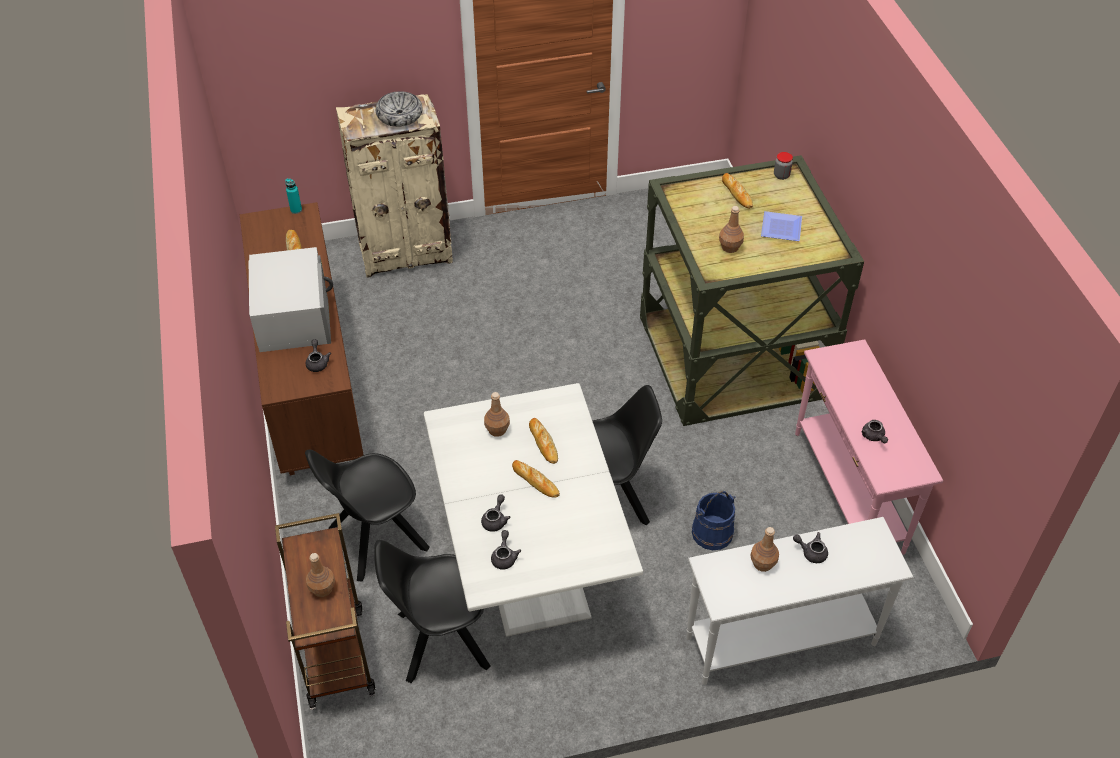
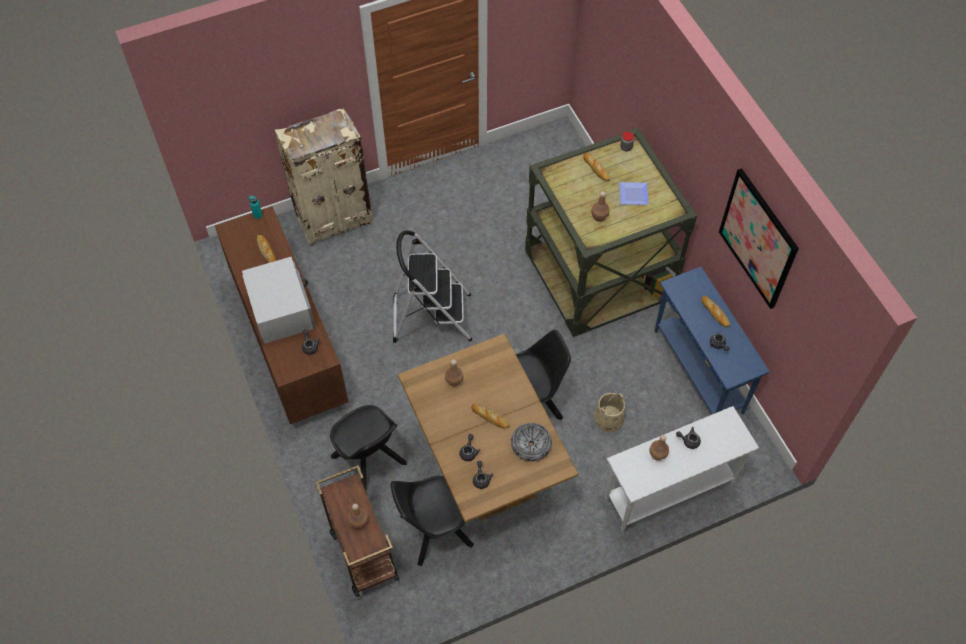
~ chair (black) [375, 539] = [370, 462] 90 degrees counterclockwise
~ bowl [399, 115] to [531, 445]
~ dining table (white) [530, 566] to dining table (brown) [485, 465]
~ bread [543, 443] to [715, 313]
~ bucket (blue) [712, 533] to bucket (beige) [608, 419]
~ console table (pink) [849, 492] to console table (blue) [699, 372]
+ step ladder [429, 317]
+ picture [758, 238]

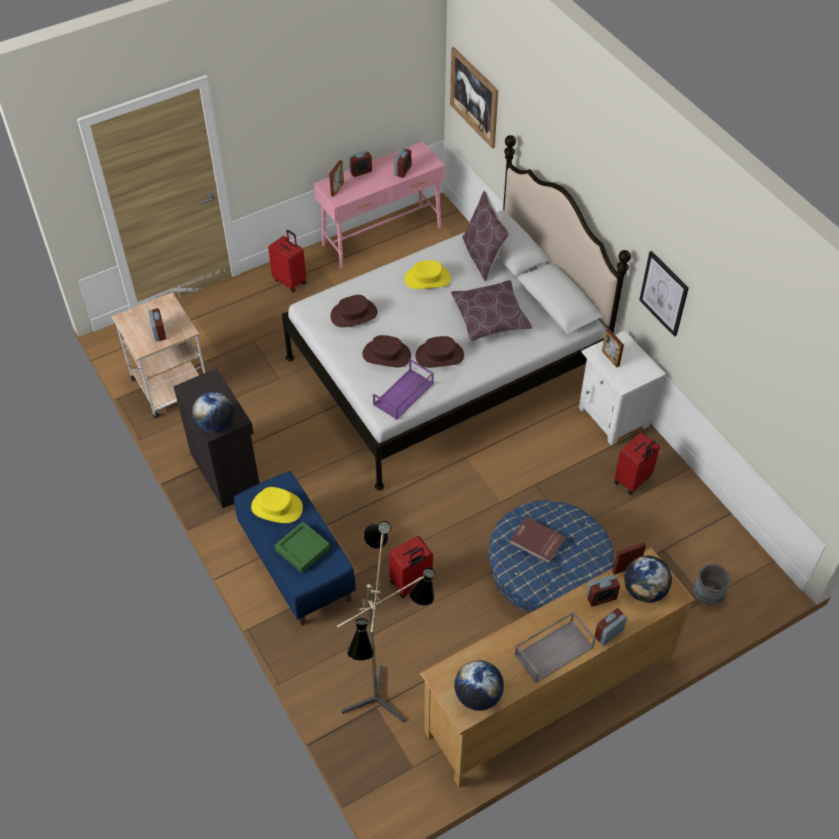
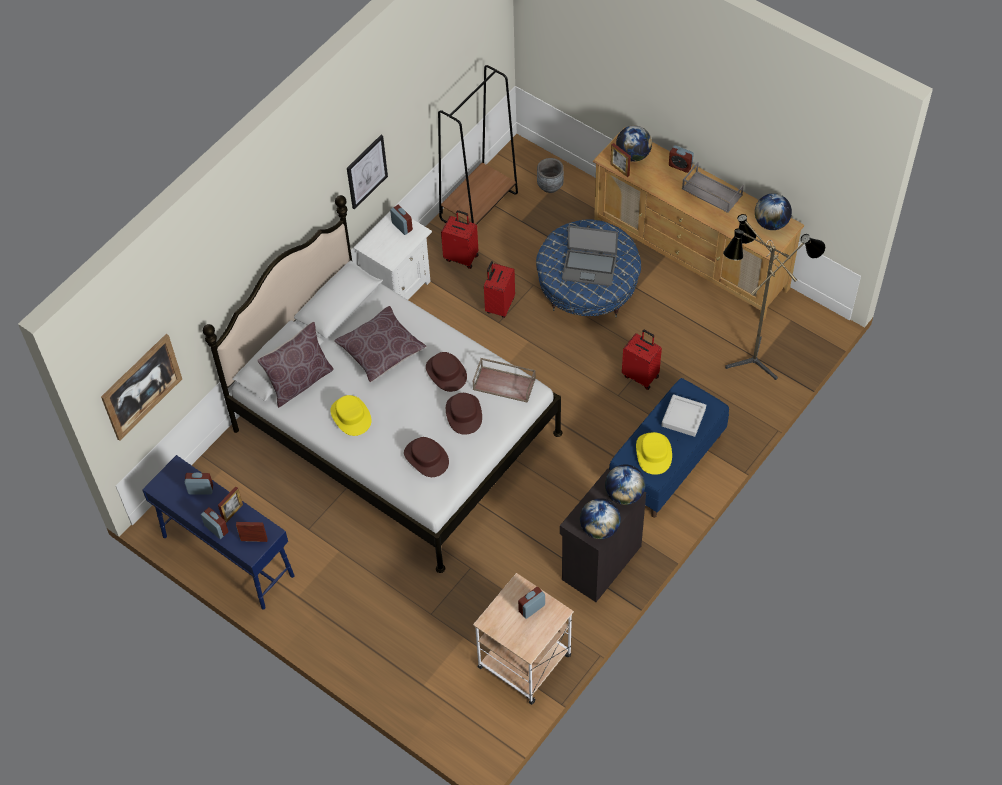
~ suitcase (red) [290, 281] to [499, 305]
~ tray (green) [302, 549] to tray (grey) [683, 417]
~ console table (pink) [382, 237] to console table (blue) [228, 555]
~ tray (purple) [403, 395] to tray (brown) [505, 384]
~ book (red) [537, 541] to laptop [589, 267]
~ alarm clock [601, 597] to [402, 226]
~ picture frame [610, 358] to [233, 513]
+ clothes rack [479, 207]
+ globe [599, 528]

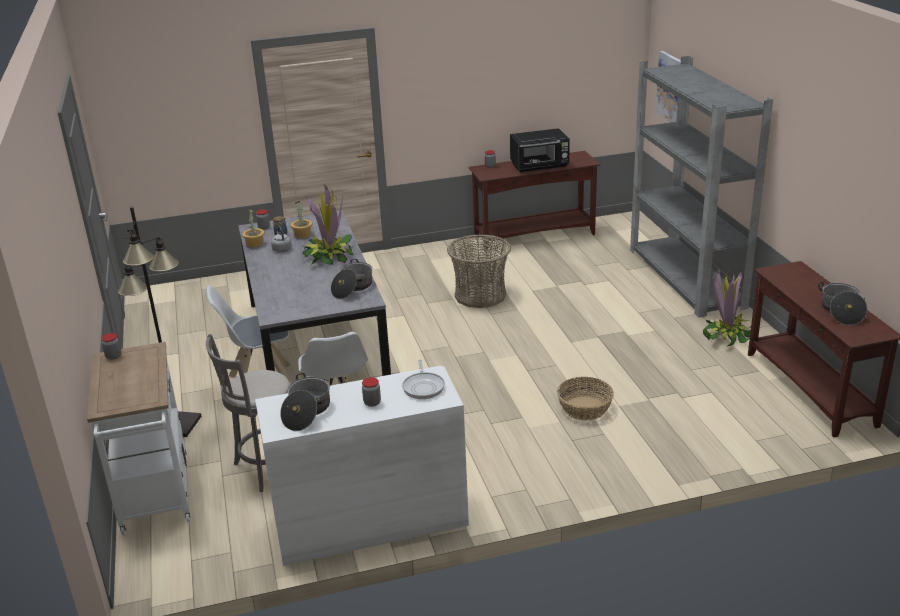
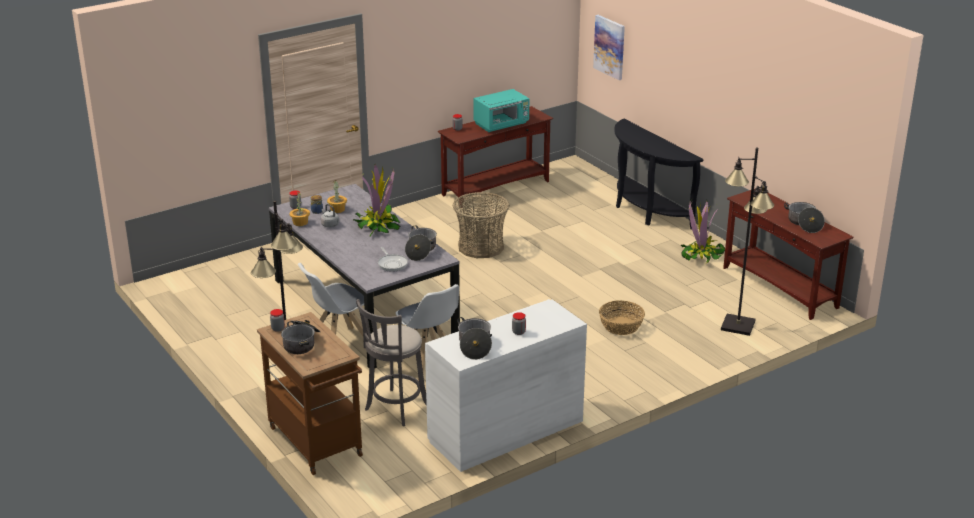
~ cart (white) [155, 496] to cart (brown) [317, 443]
~ frying pan [423, 387] to [392, 264]
~ microwave (black) [540, 166] to microwave (turquoise) [502, 124]
~ bookcase (grey) [685, 277] to console table (black) [645, 211]
+ cooking pot [301, 343]
+ floor lamp (black) [737, 325]

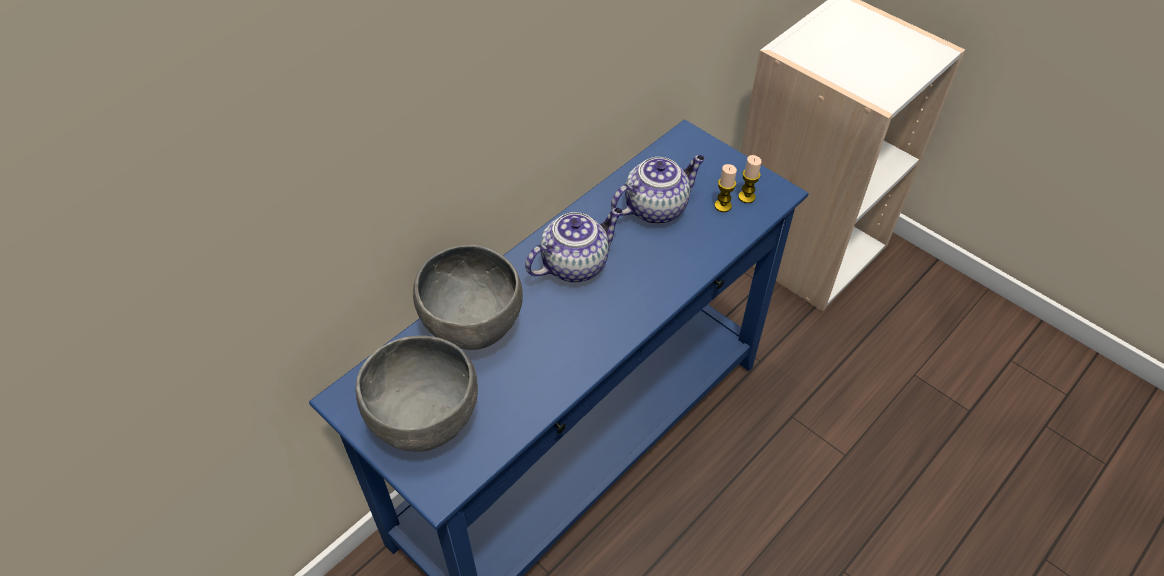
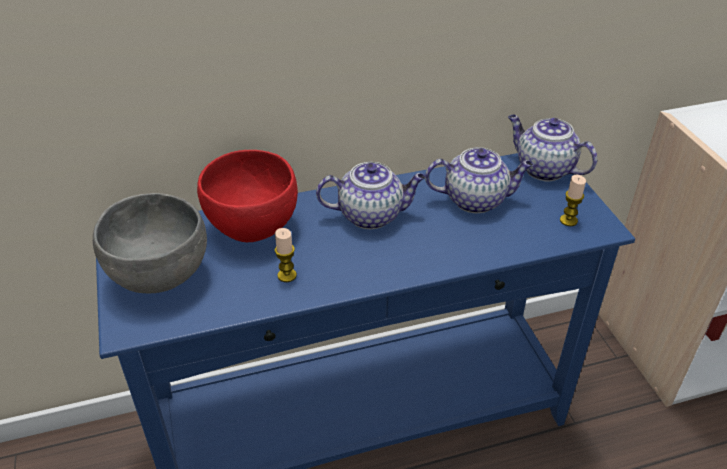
~ bowl (grey) [473, 327] to bowl (red) [253, 228]
~ candle [723, 206] to [287, 275]
+ teapot [543, 169]

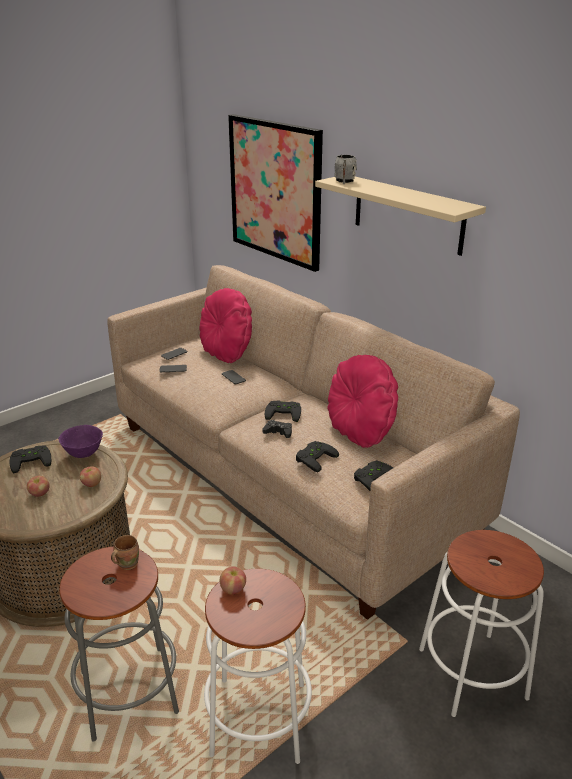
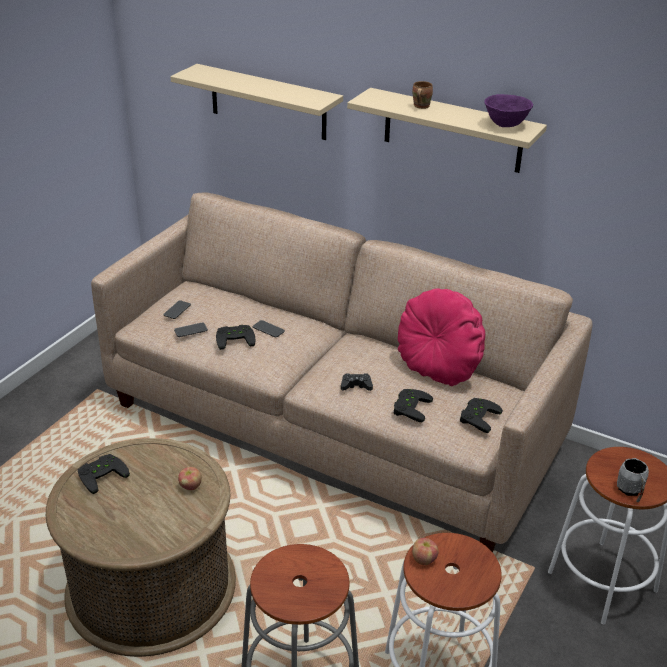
- apple [40, 494]
~ bowl (purple) [83, 453] to [505, 125]
~ mug (brown) [126, 563] to [420, 106]
- pillow (pink) [226, 355]
~ picture [275, 191] to shelf (beige) [268, 102]
~ game controller (black) [284, 412] to [235, 338]
~ mug (grey) [344, 181] to [631, 491]

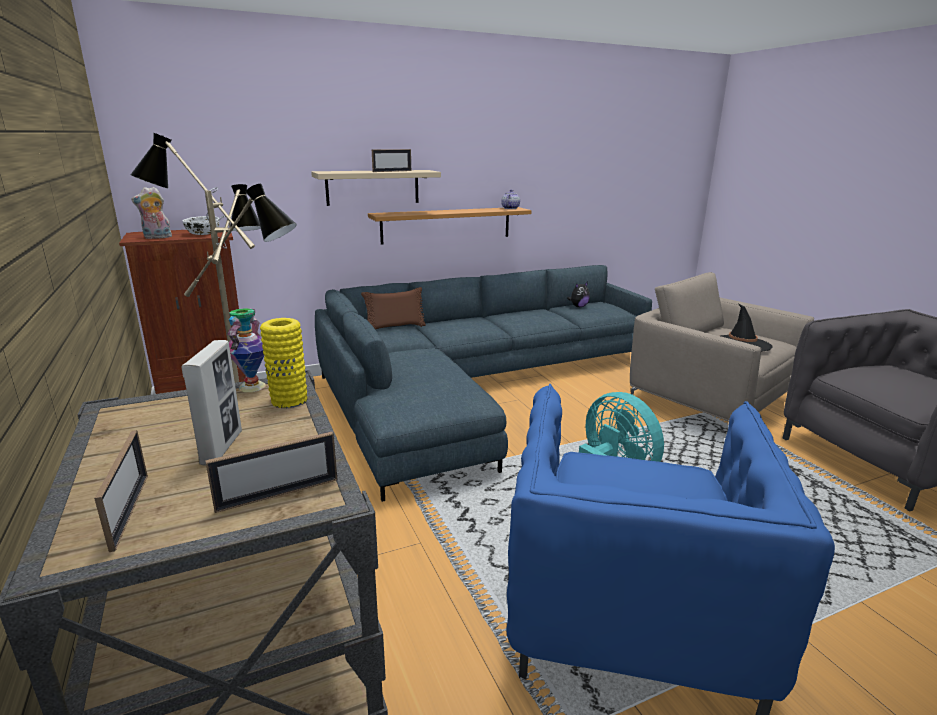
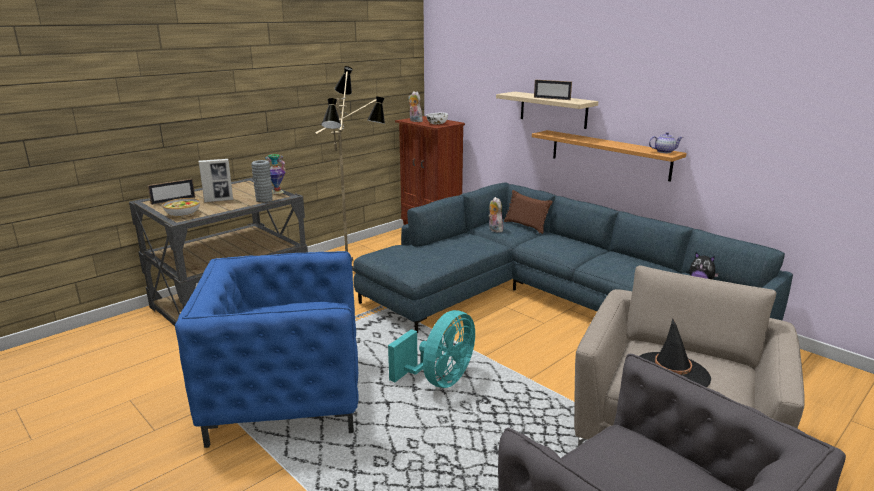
~ picture frame [278, 494] to bowl [183, 213]
~ vase (yellow) [289, 400] to vase (grey) [264, 199]
+ plush toy [494, 230]

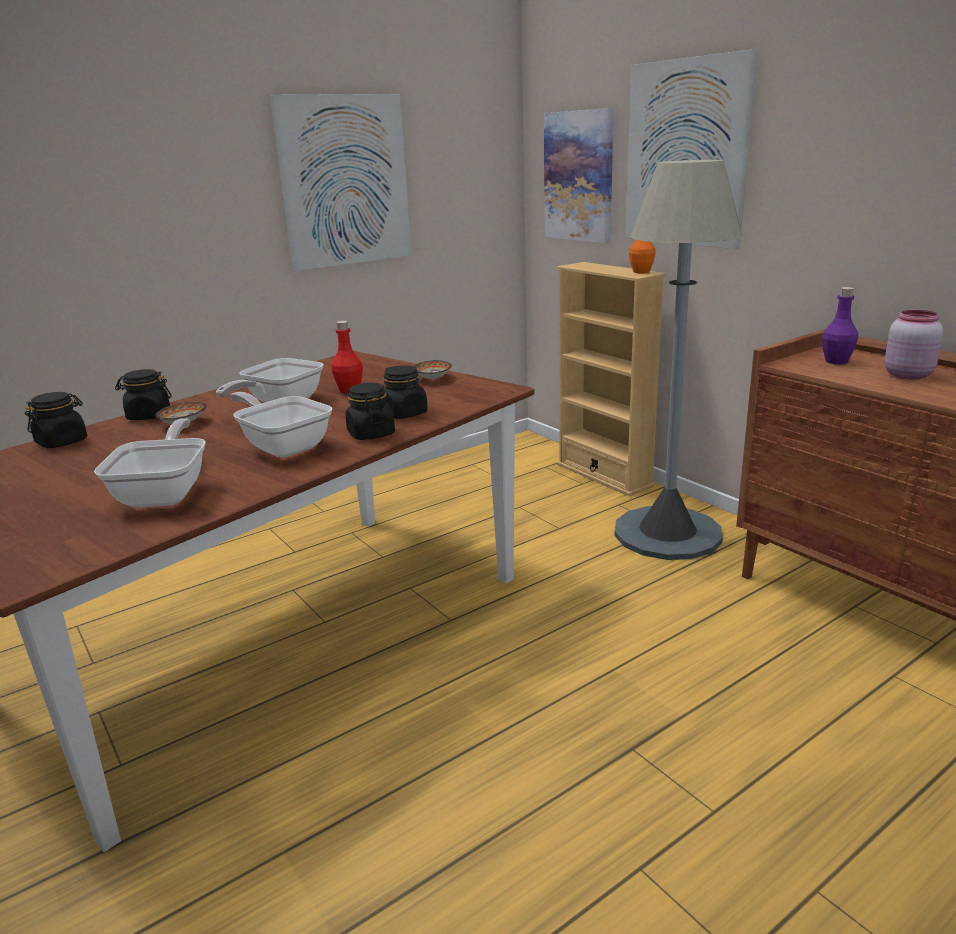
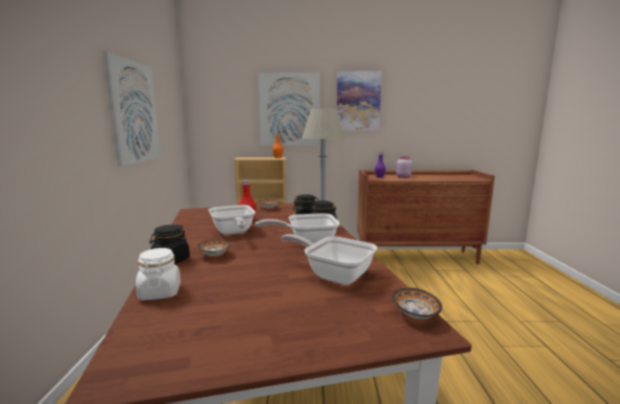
~ jar (black) [62, 442] to jar (white) [160, 292]
~ picture [579, 176] to [358, 101]
+ bowl [415, 314]

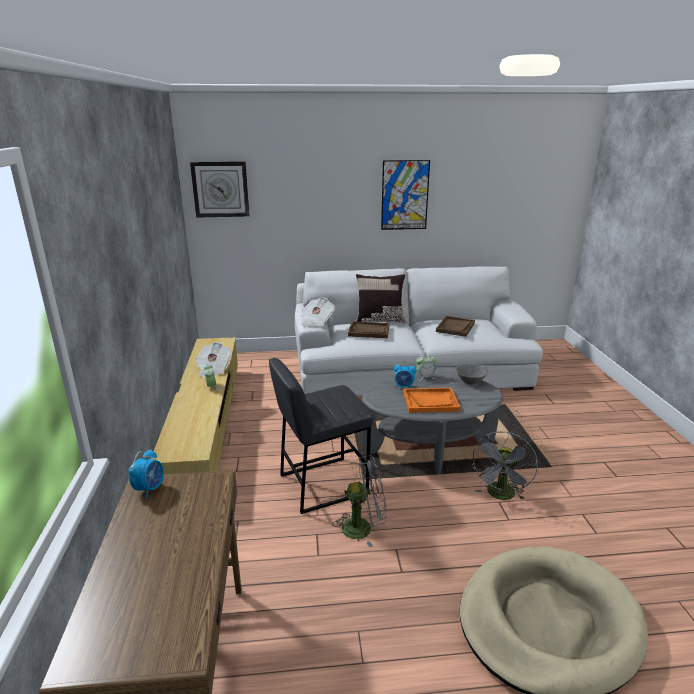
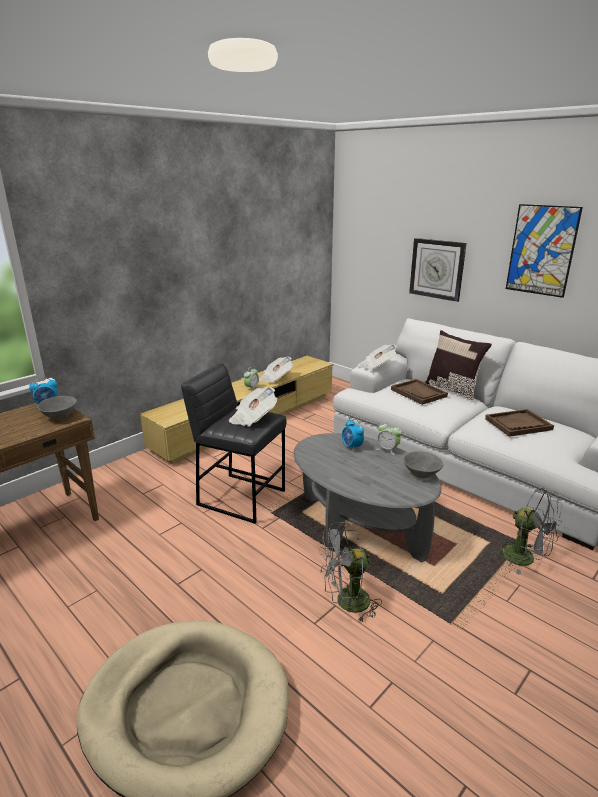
~ wall clock [220, 189] to [437, 269]
~ fan (grey) [363, 527] to [525, 559]
- tray (orange) [430, 401]
+ bowl (grey) [59, 417]
+ newspaper [253, 418]

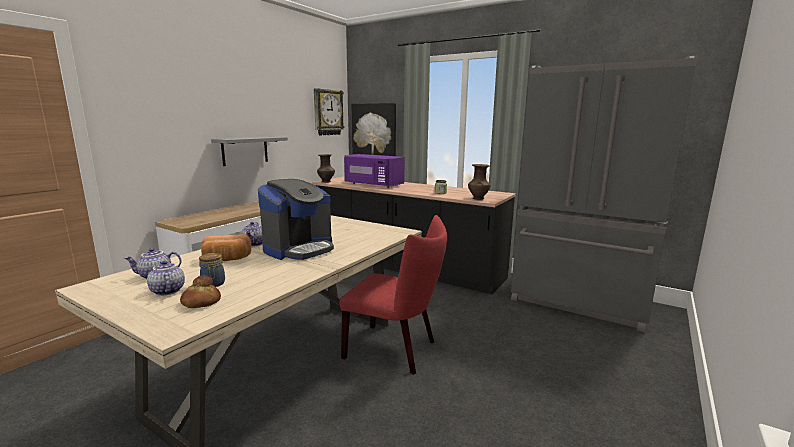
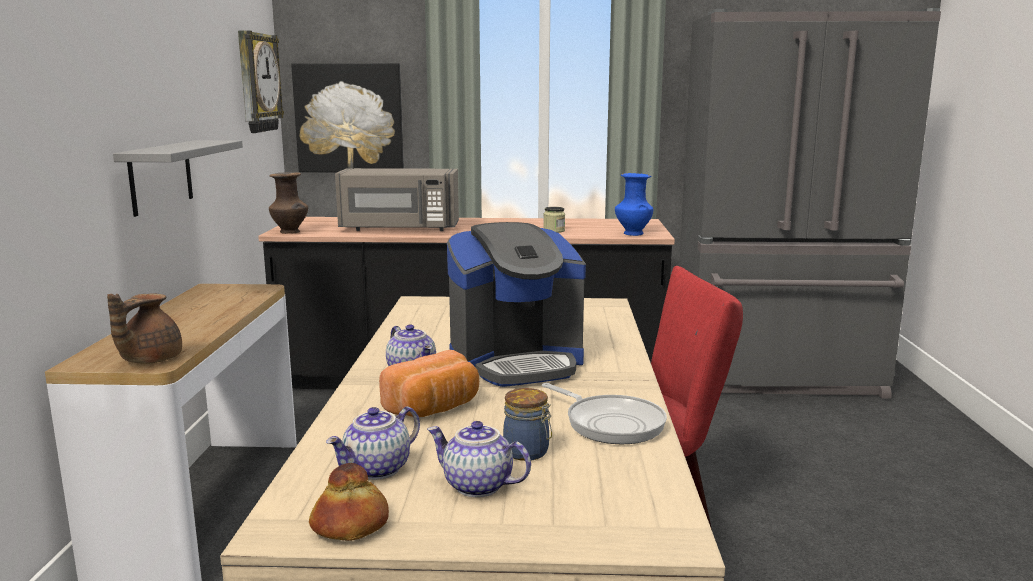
~ bread [201, 303] to [350, 525]
~ coffee machine [299, 249] = [516, 363] 60 degrees clockwise
~ microwave (purple) [372, 185] to microwave (grey) [399, 228]
~ vase (brown) [478, 198] to vase (blue) [632, 233]
+ teapot (brown) [149, 360]
+ frying pan [610, 423]

